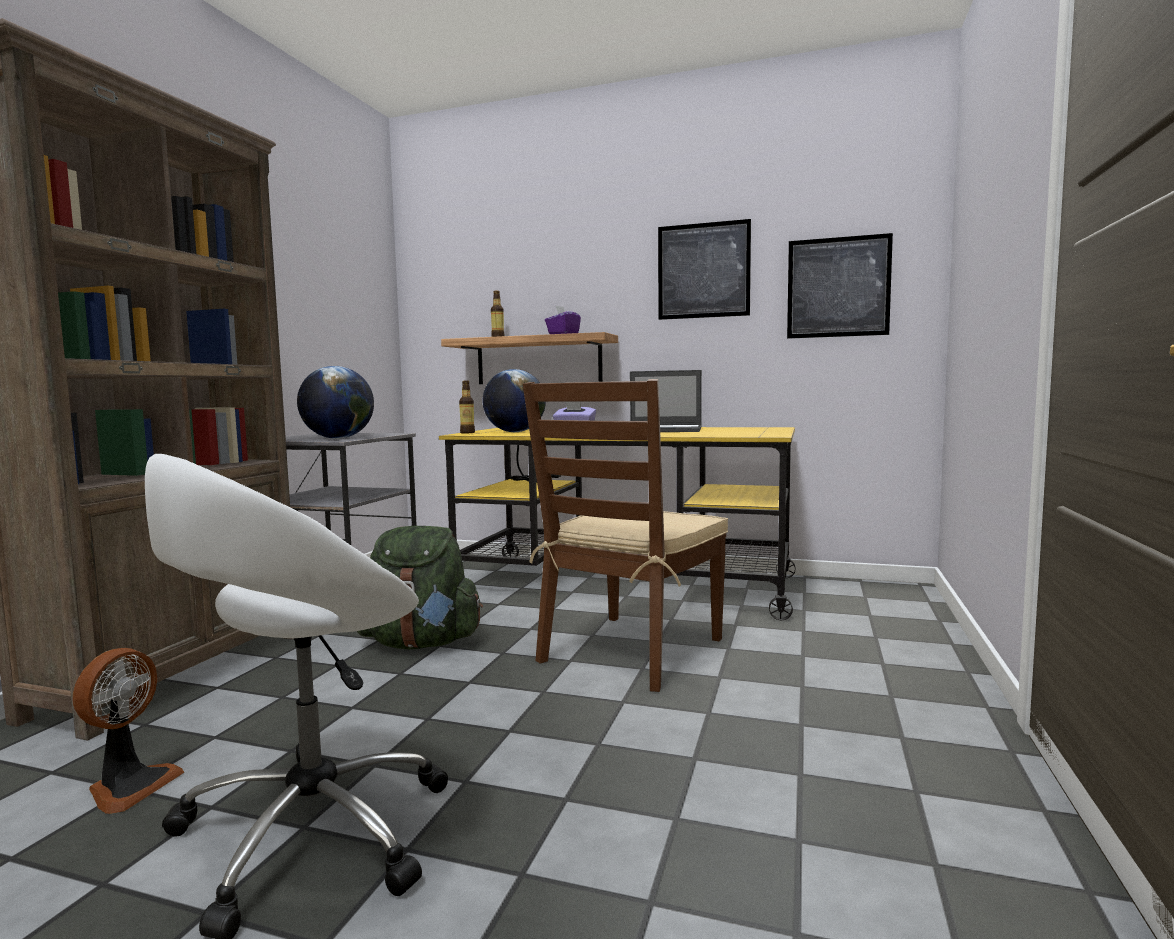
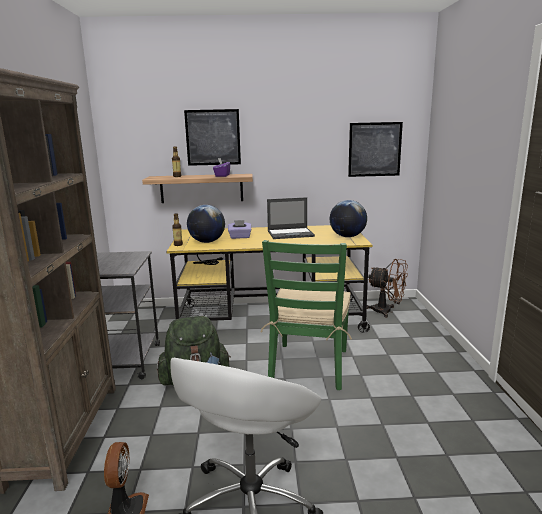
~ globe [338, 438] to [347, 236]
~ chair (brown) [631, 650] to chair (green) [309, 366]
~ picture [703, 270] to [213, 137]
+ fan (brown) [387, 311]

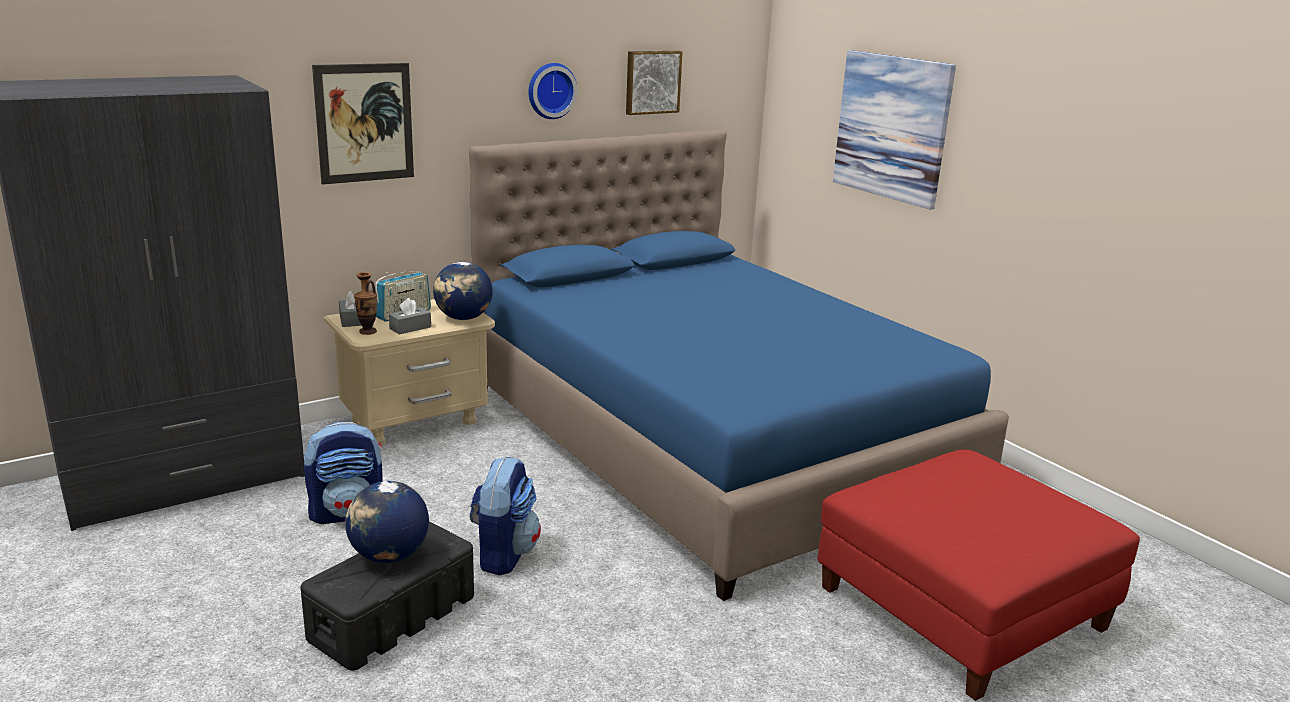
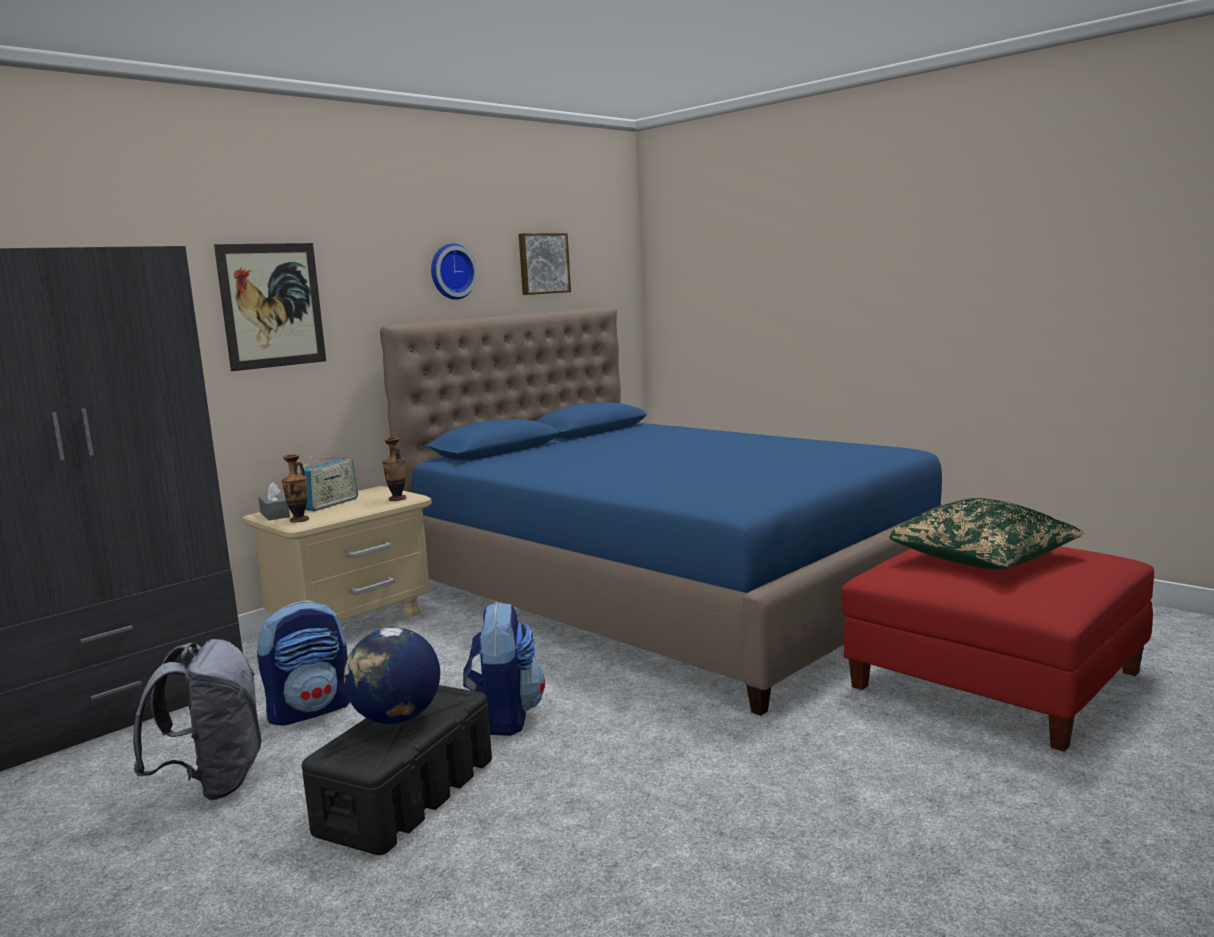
- tissue box (grey) [410, 328]
~ globe [463, 318] to vase [397, 499]
- picture [891, 127]
+ backpack (grey) [214, 783]
+ pillow (green) [981, 557]

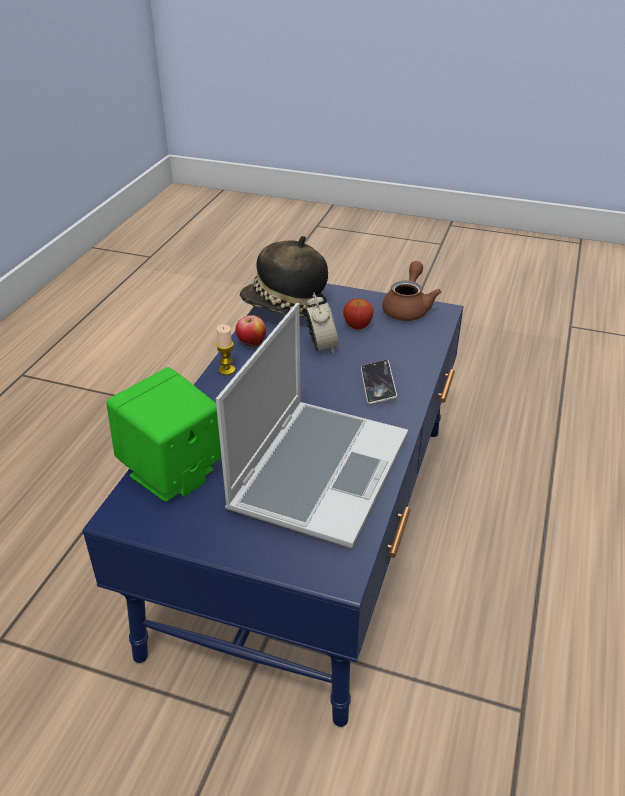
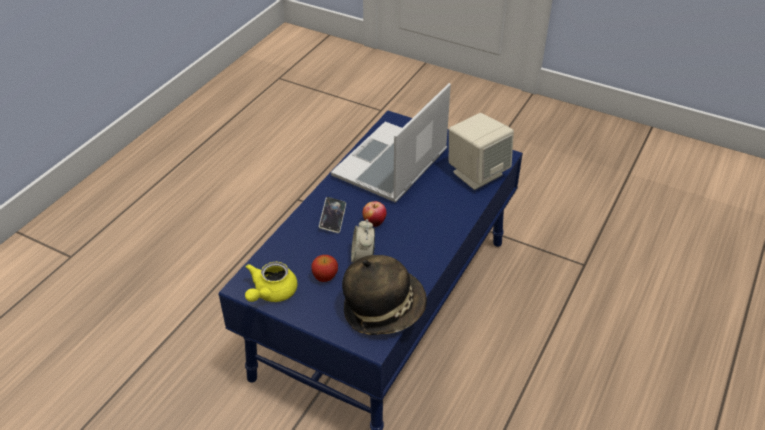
~ speaker (green) [172, 474] to speaker (beige) [477, 173]
- candle [227, 370]
~ apple [251, 344] to [374, 223]
~ teapot (brown) [408, 308] to teapot (yellow) [271, 293]

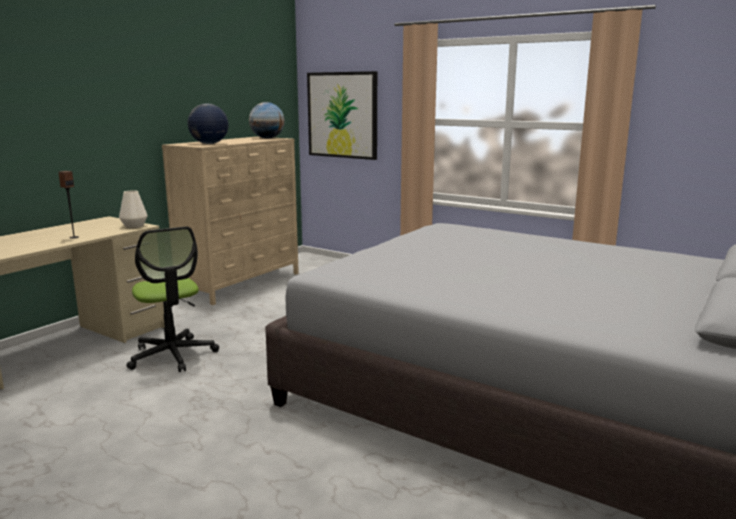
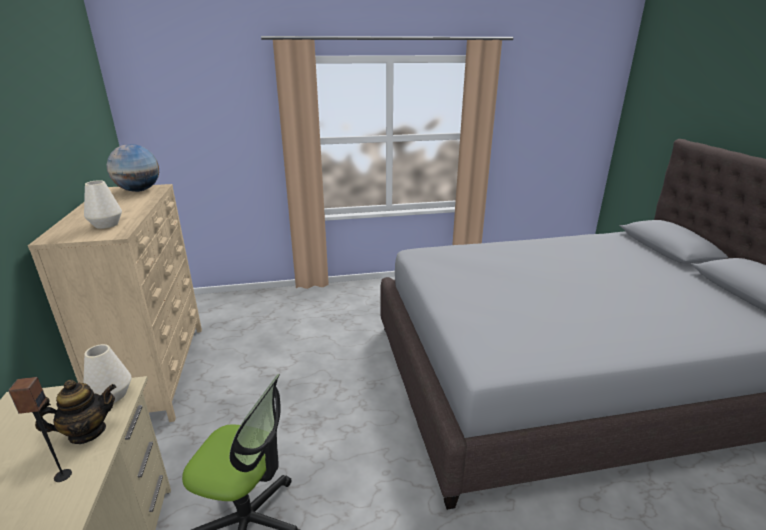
~ globe [209, 144] to vase (white) [106, 225]
- picture [342, 115]
+ teapot [87, 432]

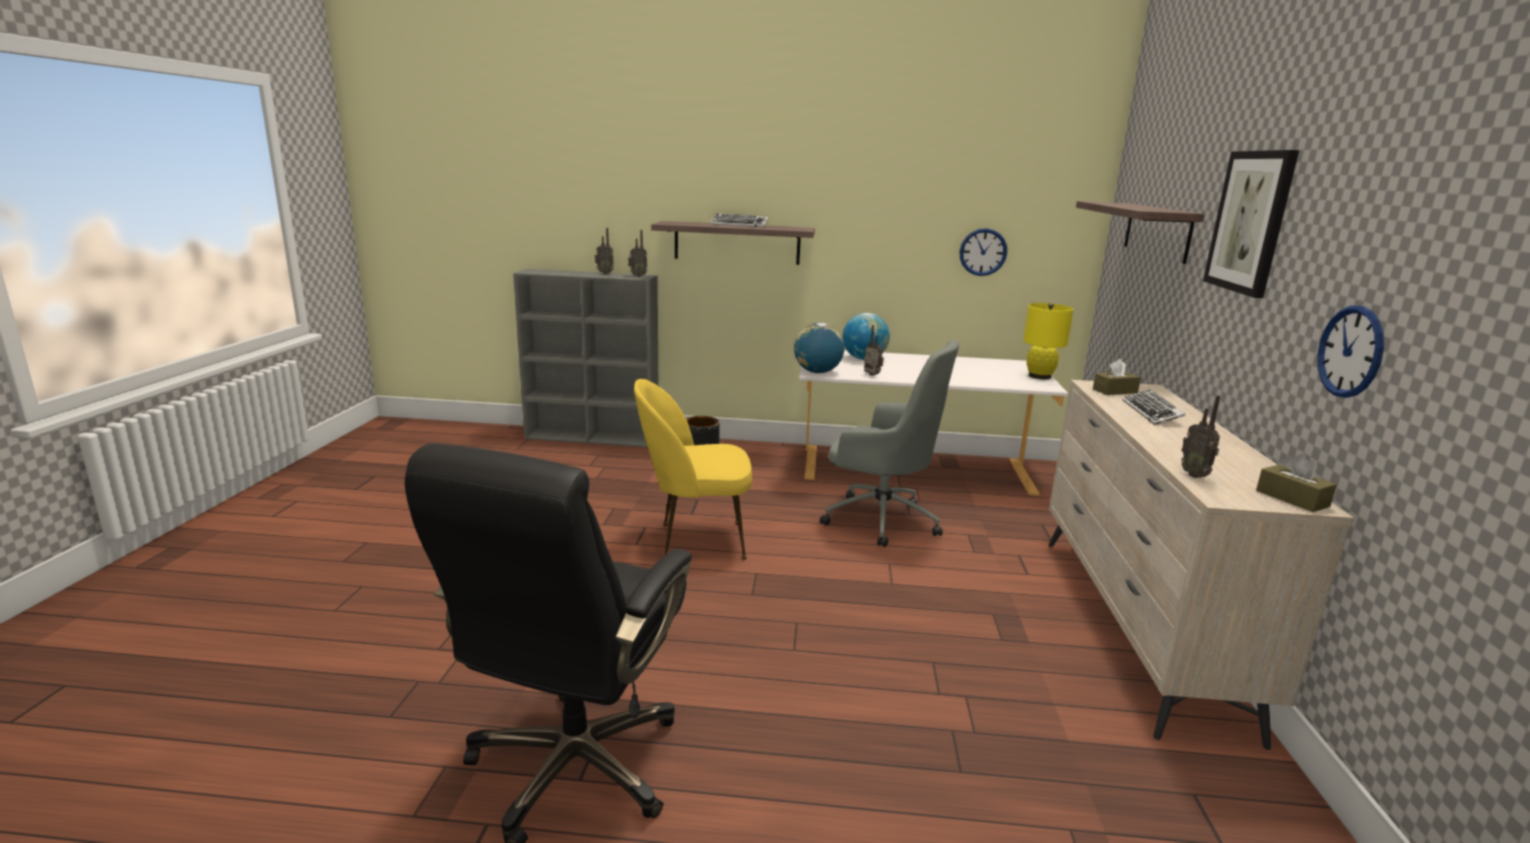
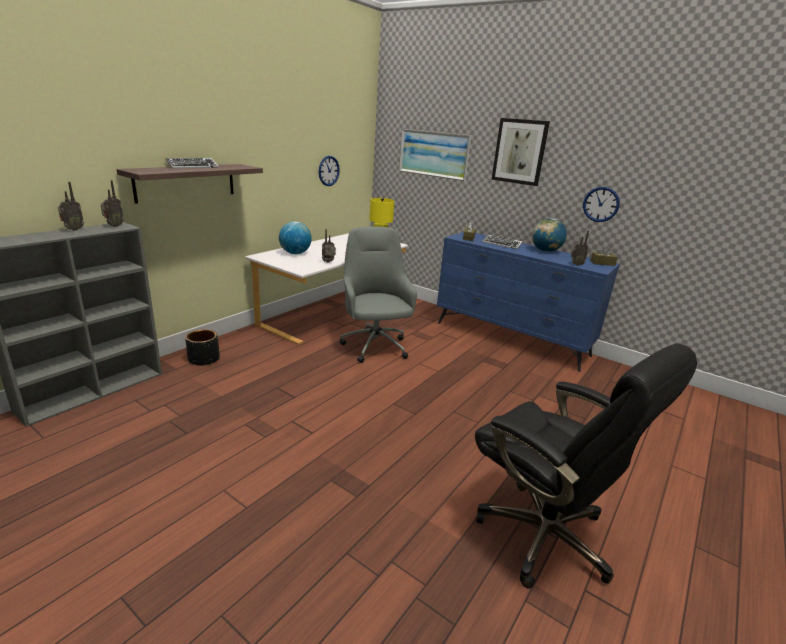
- chair (yellow) [693, 541]
~ globe [817, 372] to [545, 251]
~ office chair (grey) [881, 521] = [374, 346] 75 degrees counterclockwise
~ dresser (beige) [1135, 626] to dresser (blue) [511, 339]
~ shelf [1157, 231] to picture [433, 154]

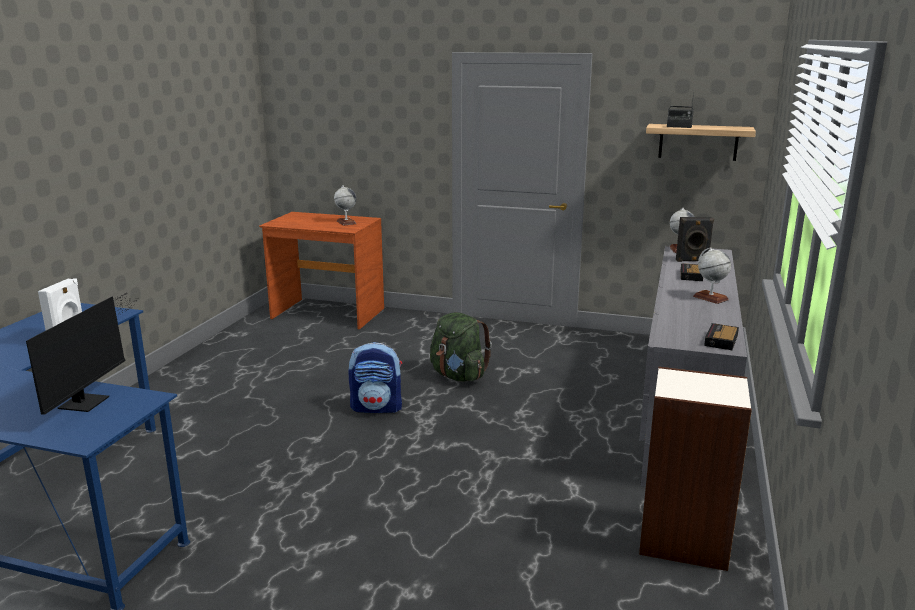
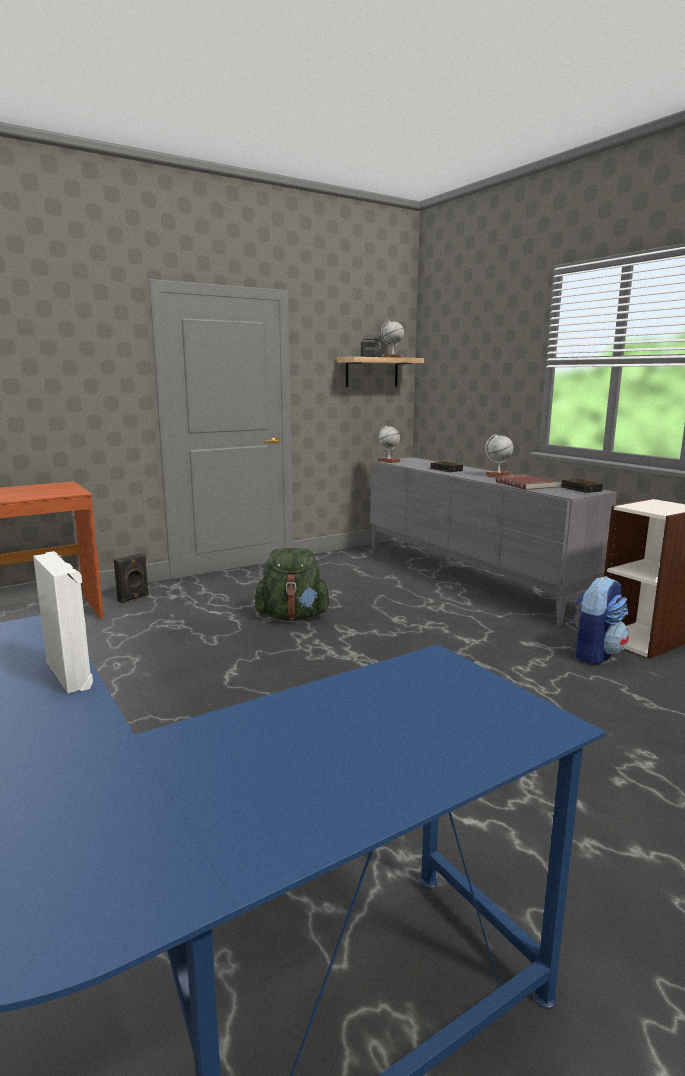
- monitor [89, 400]
~ globe [346, 222] to [392, 357]
~ backpack [377, 407] to [595, 654]
~ speaker (black) [692, 261] to [134, 598]
+ book (red) [526, 484]

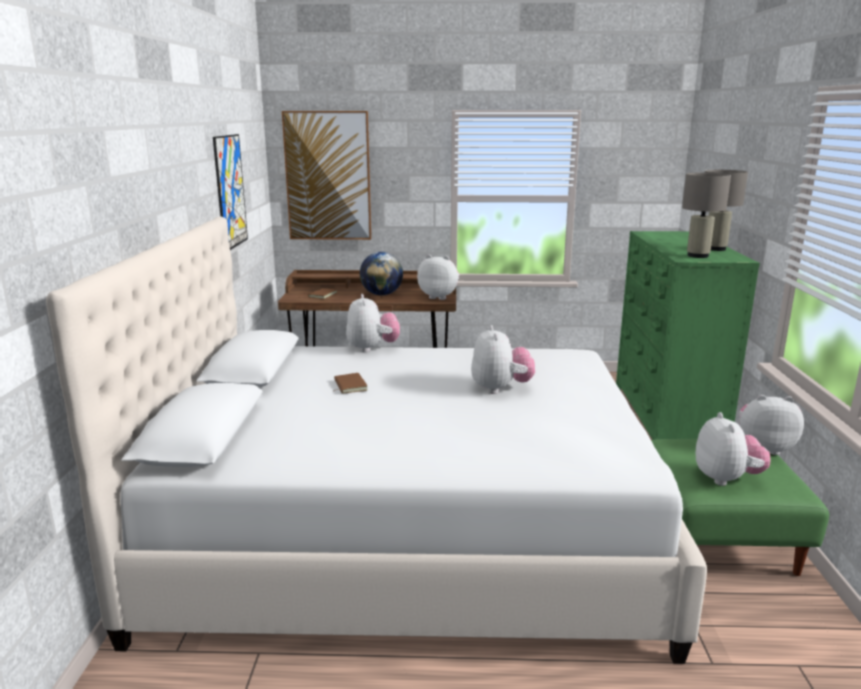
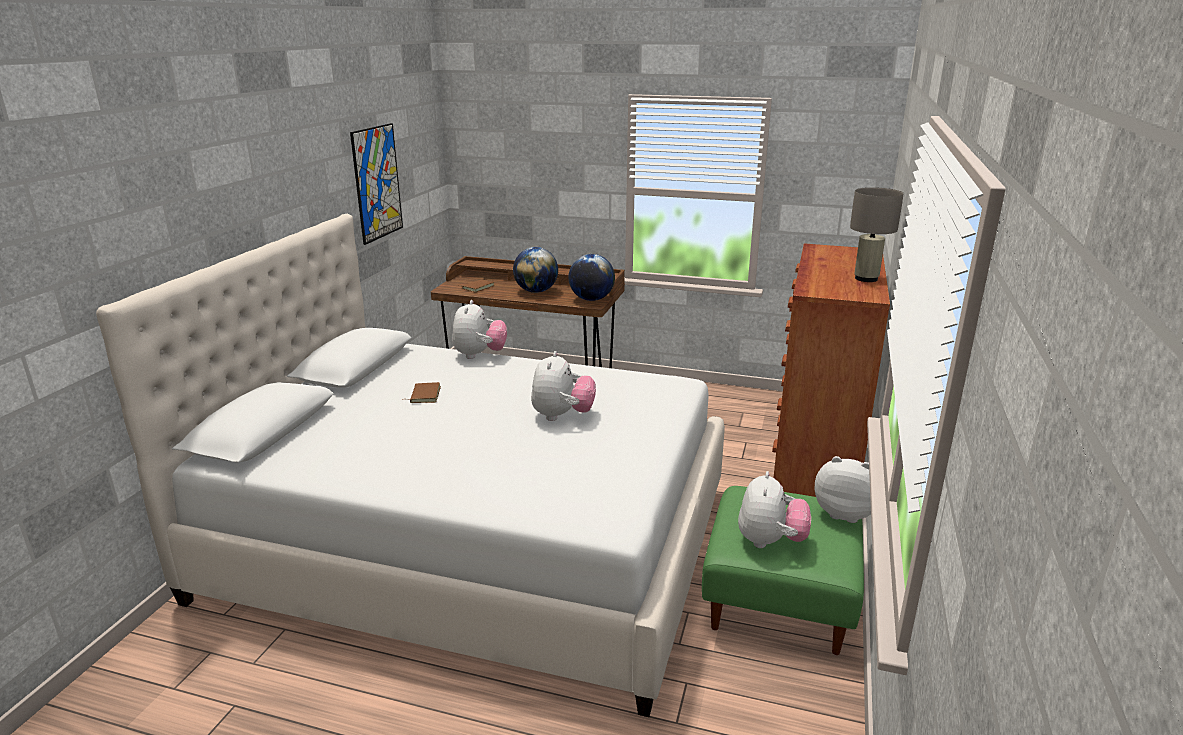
- picture [328, 176]
~ plush toy [439, 297] to globe [591, 299]
~ dresser (green) [665, 425] to dresser (brown) [815, 465]
- table lamp (grey) [698, 255]

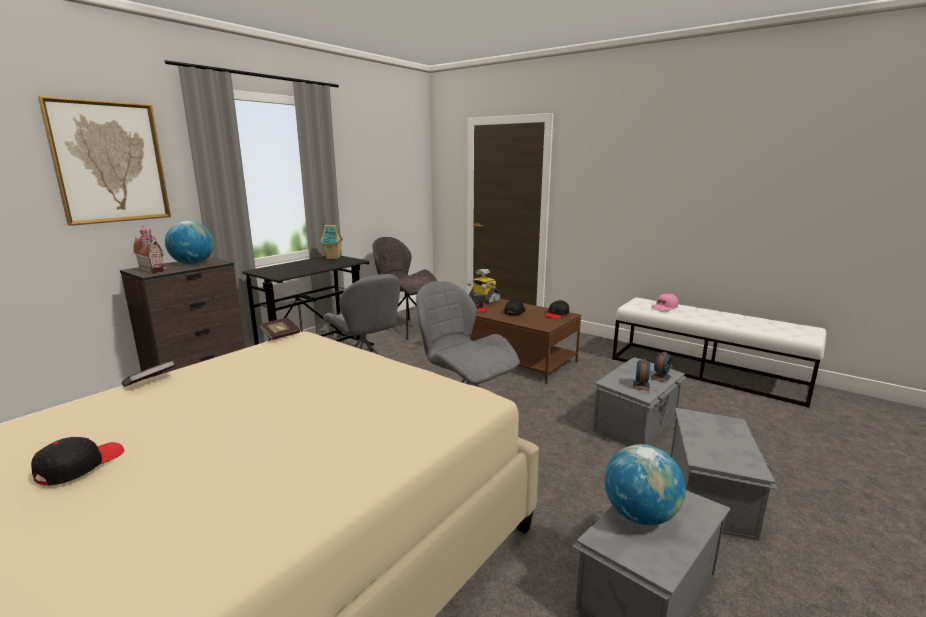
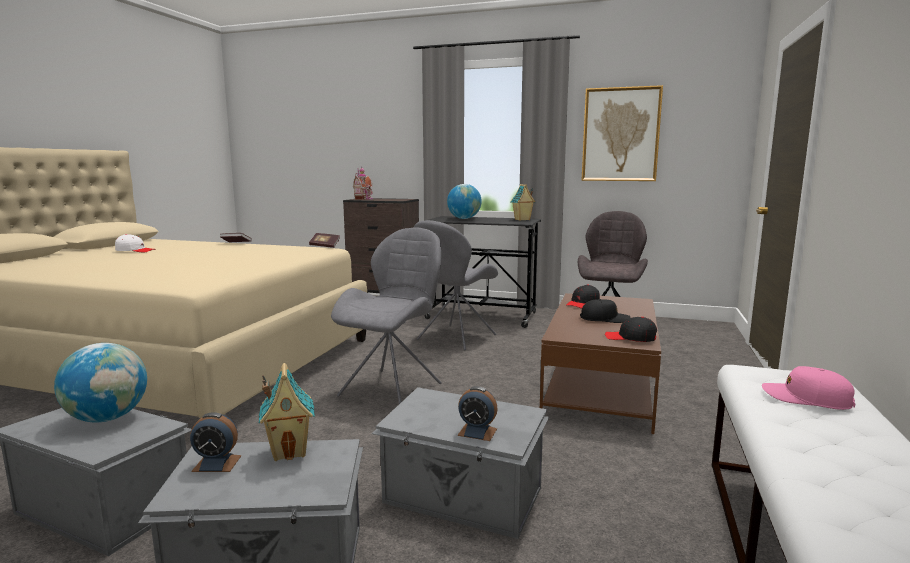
~ cap (black) [80, 466] to cap (white) [135, 251]
~ picture [110, 162] to [620, 135]
~ globe [193, 264] to [464, 218]
- toy robot [483, 299]
~ alarm clock [641, 385] to [217, 463]
+ toy house [290, 451]

